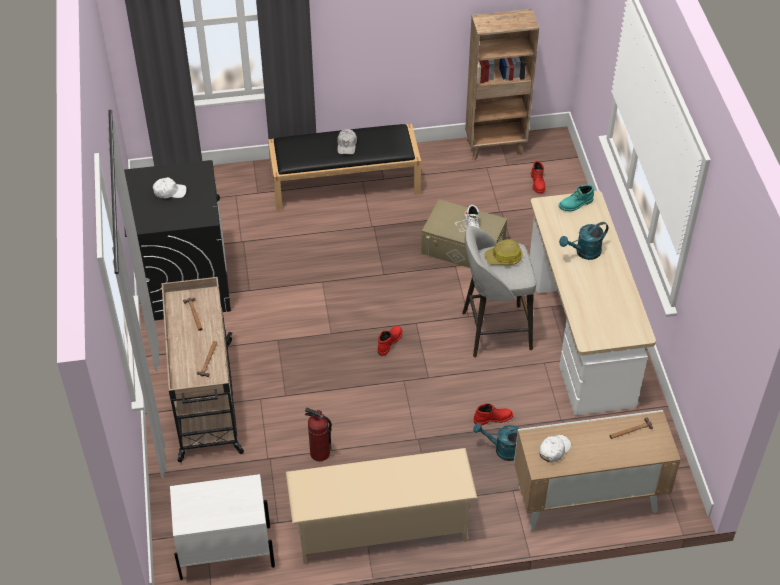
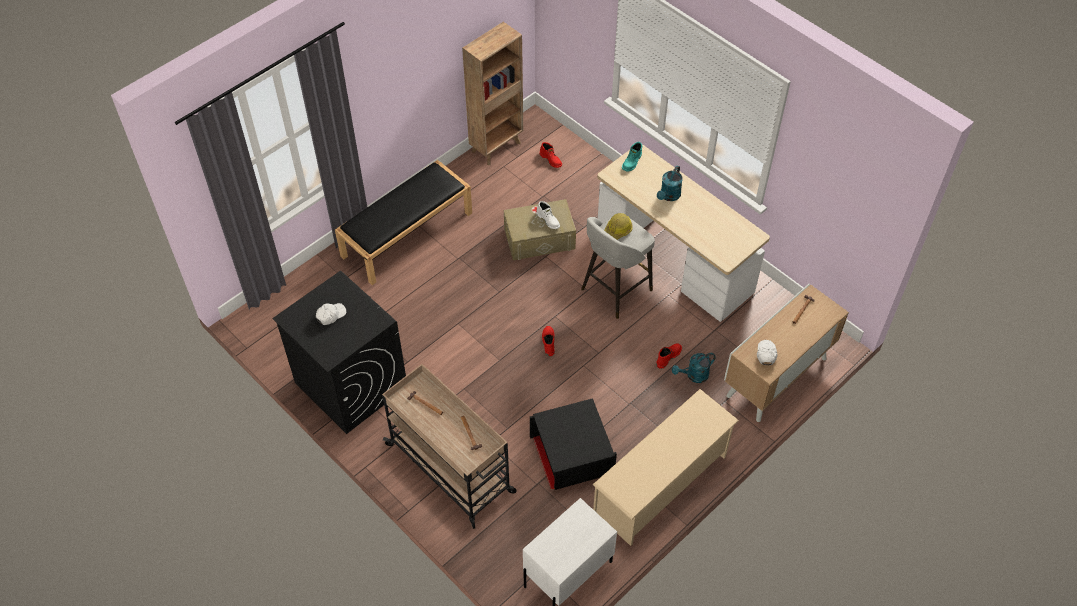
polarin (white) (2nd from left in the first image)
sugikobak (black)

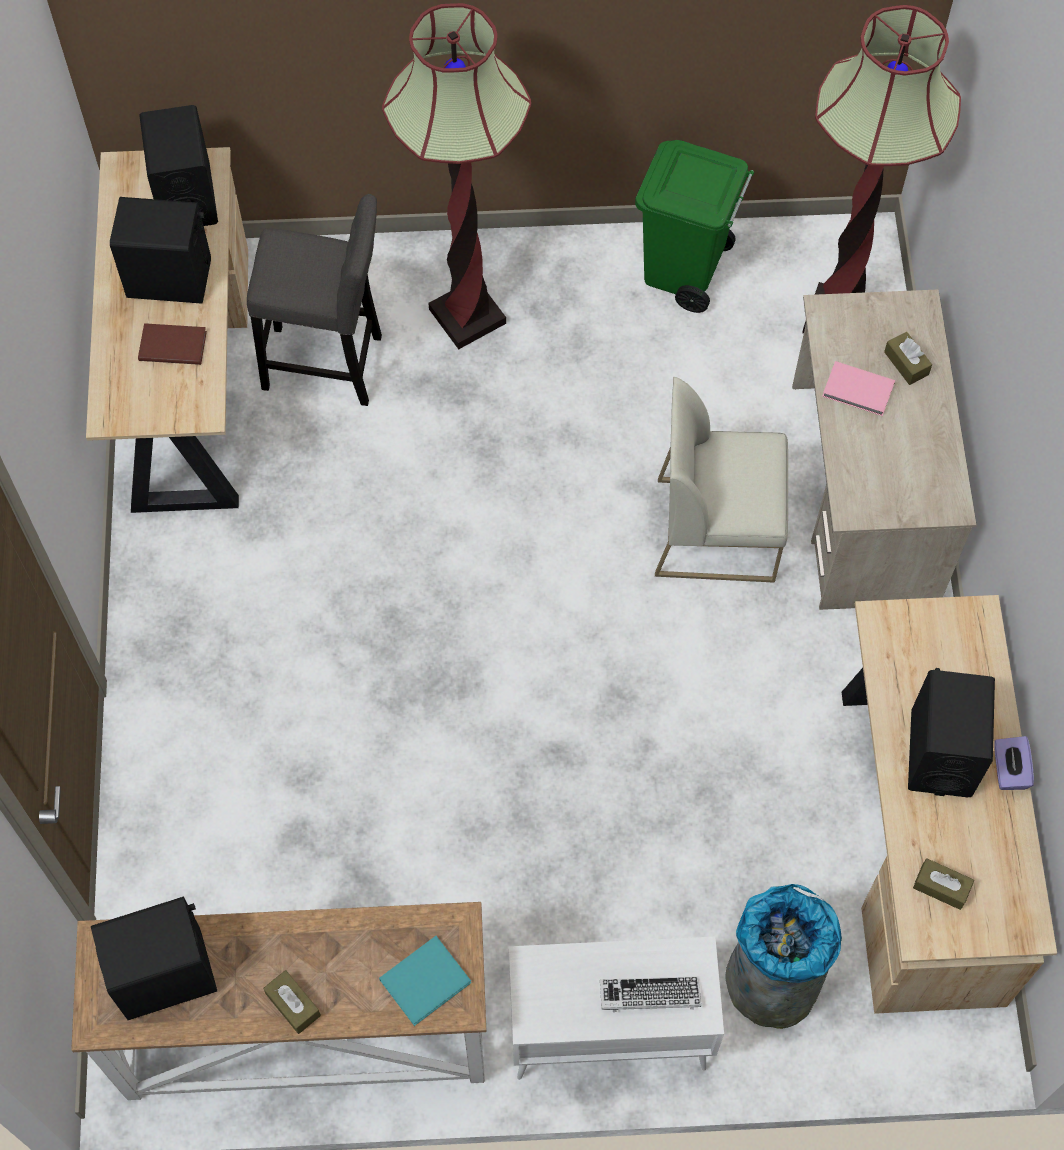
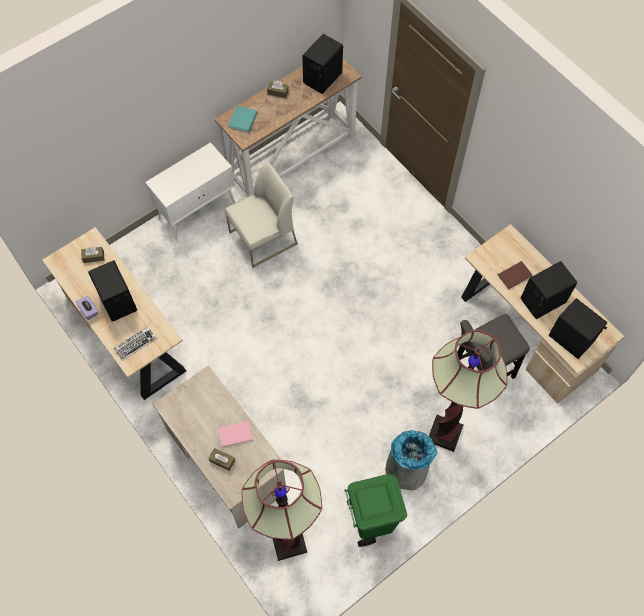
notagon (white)
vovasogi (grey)
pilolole

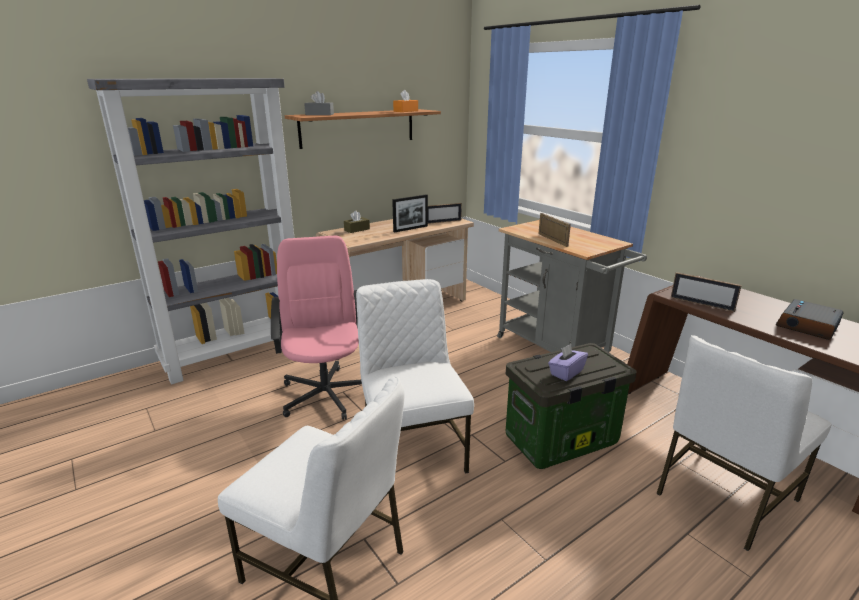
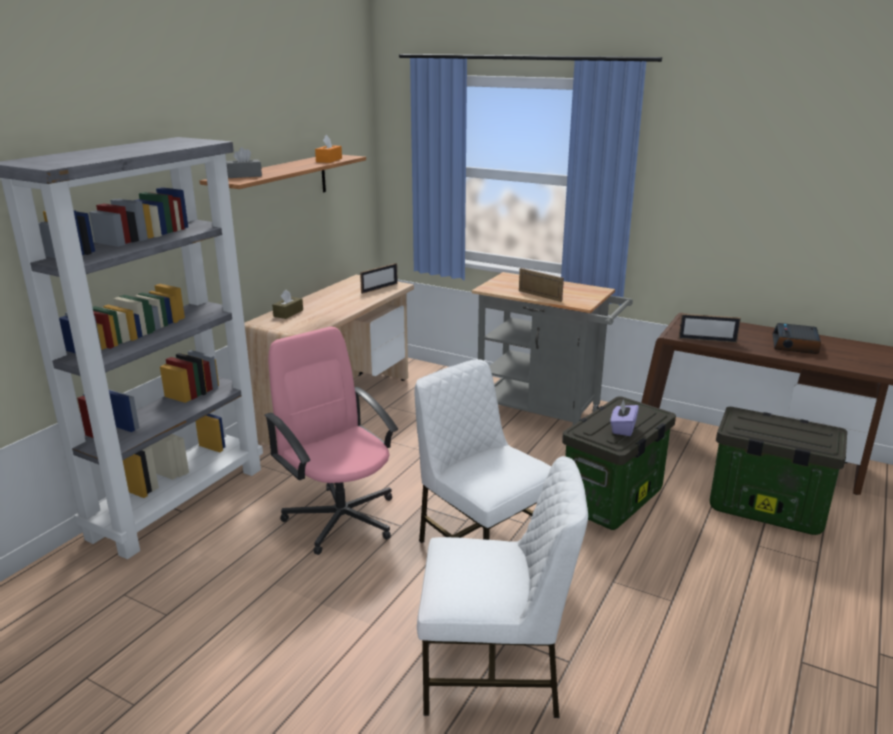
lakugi (1st from left in the first image)
sugikobak (2nd from left)

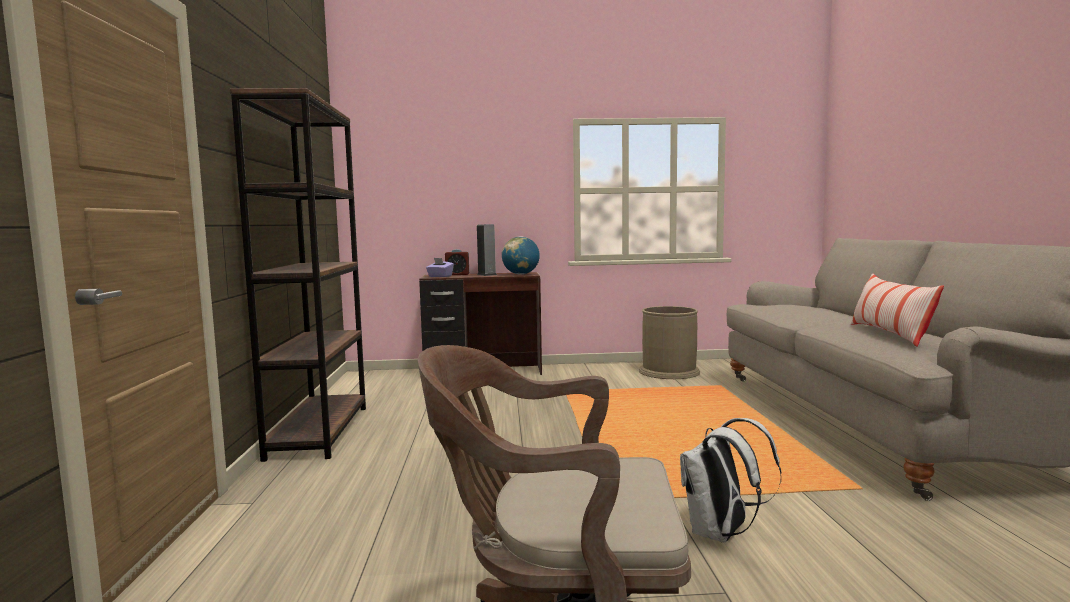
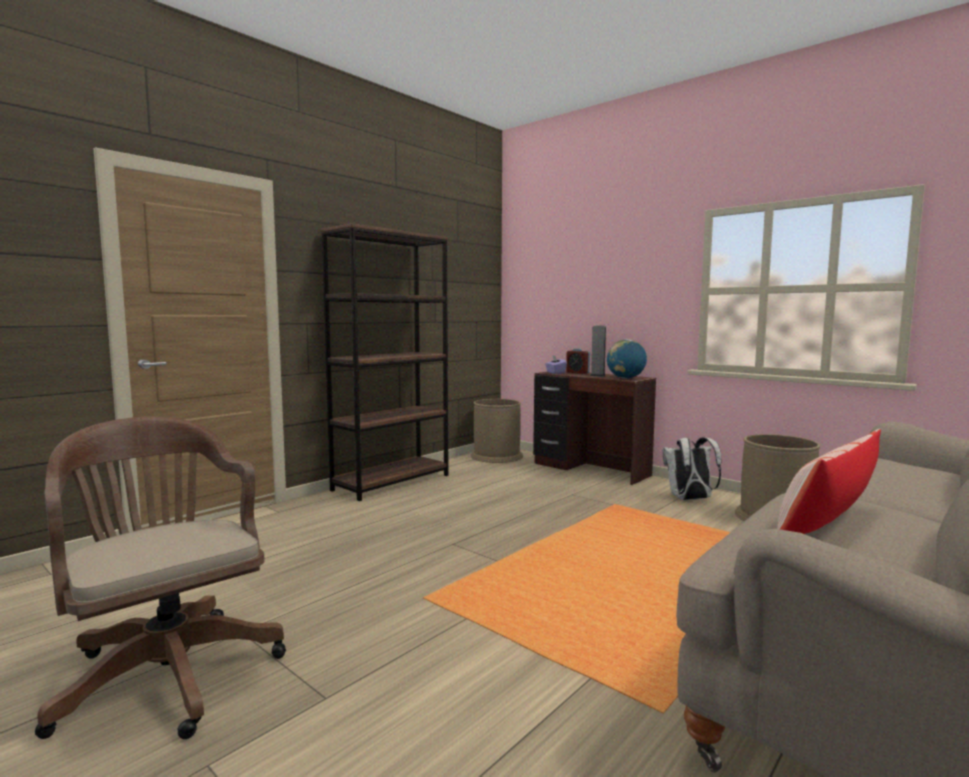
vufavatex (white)
vovasogi (brown) (1st from left)

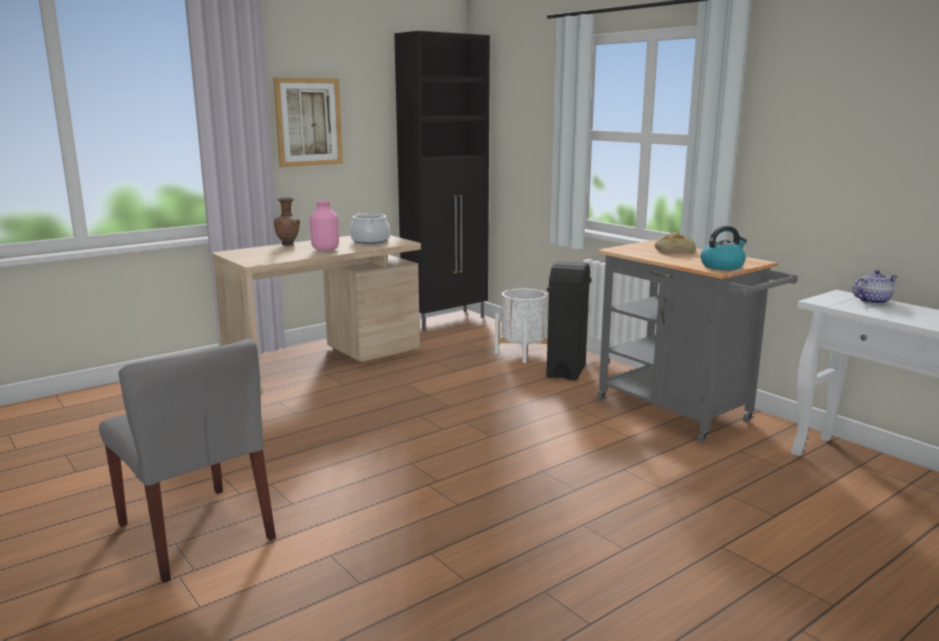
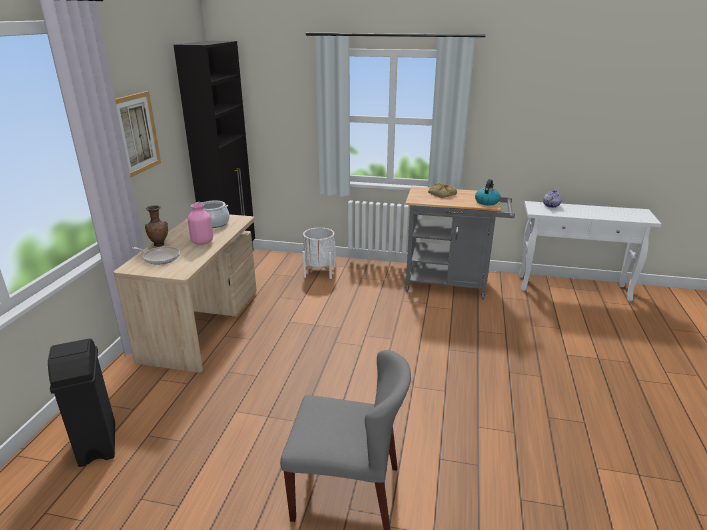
vovasogi (black)
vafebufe

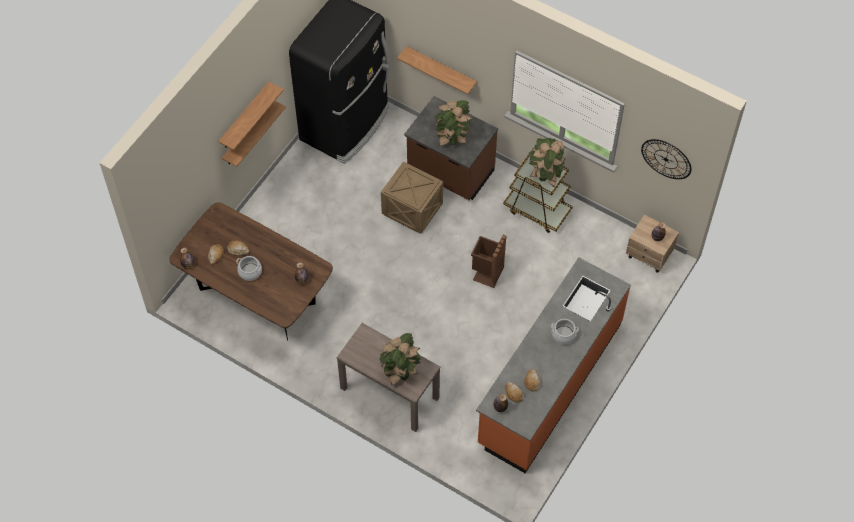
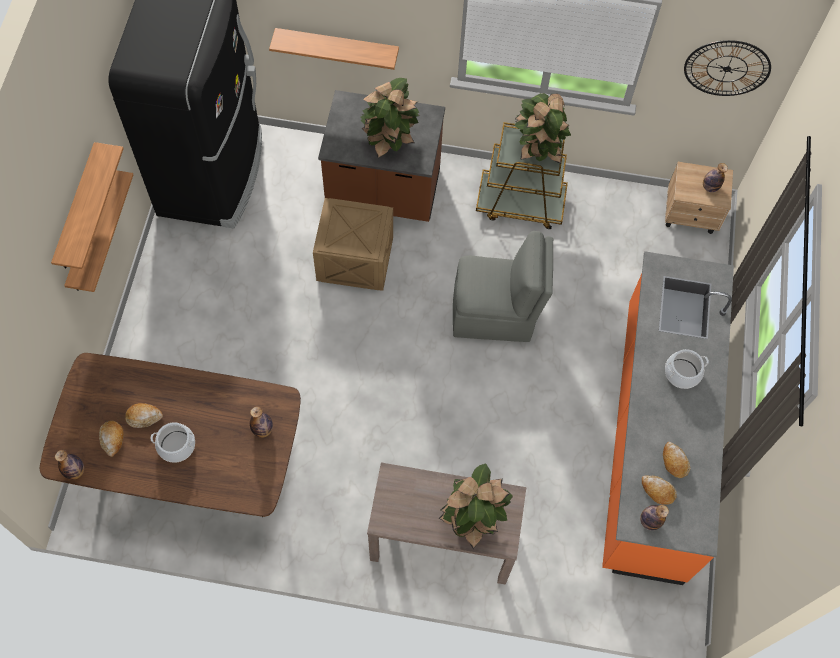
notagon (grey)

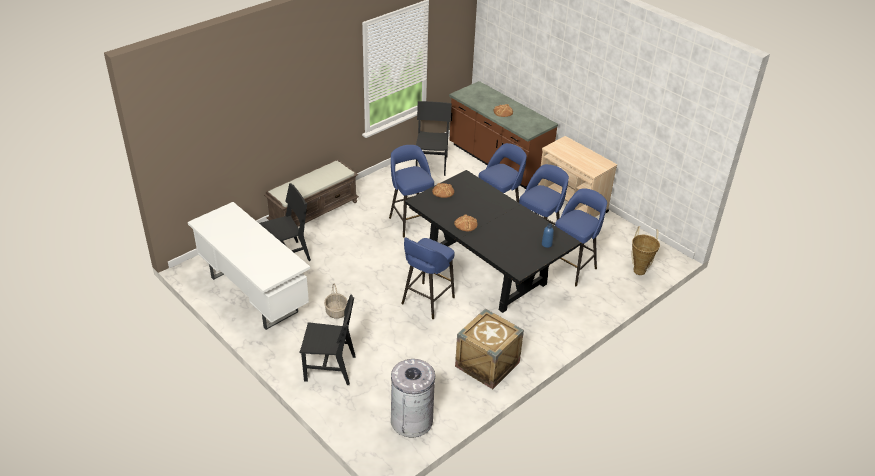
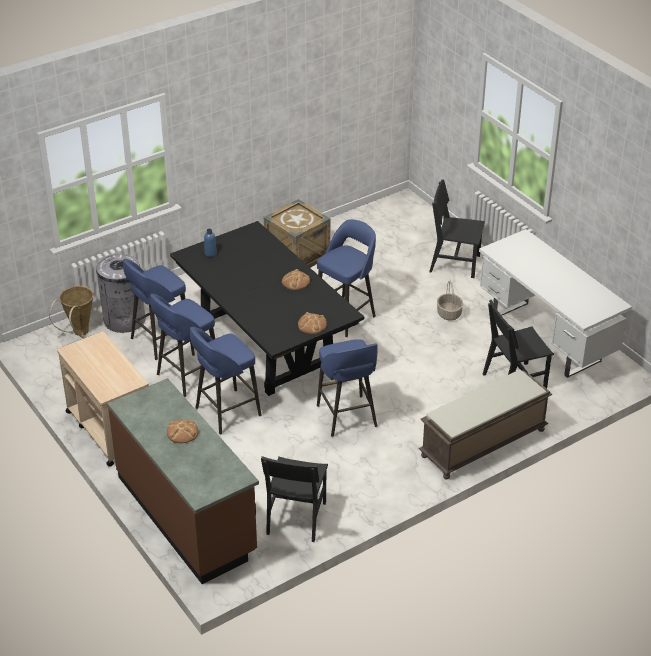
vovasogi (grey)

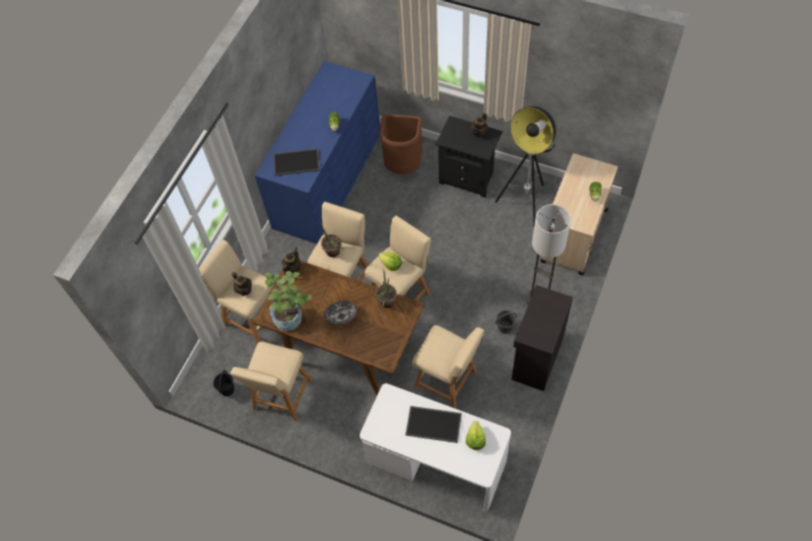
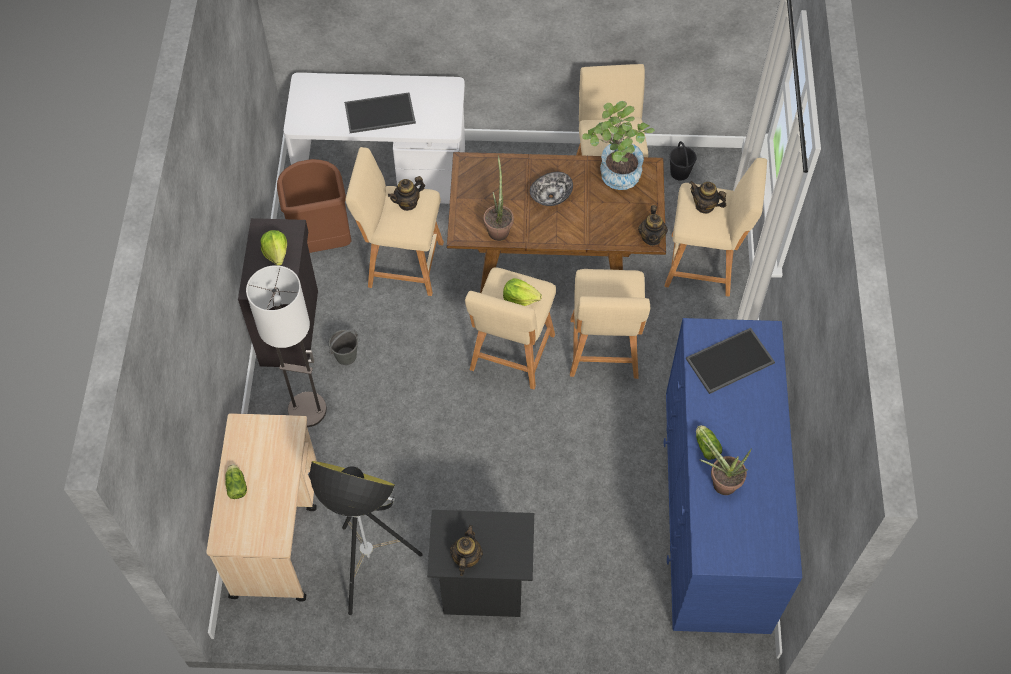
vovasogi (brown)
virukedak (3rd from left)
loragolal (2nd from left)
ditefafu (1st from left)

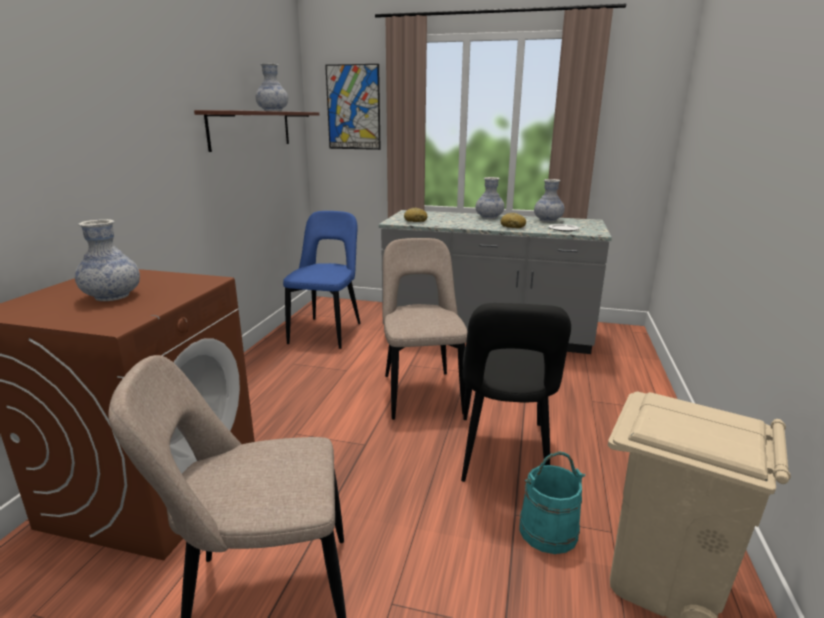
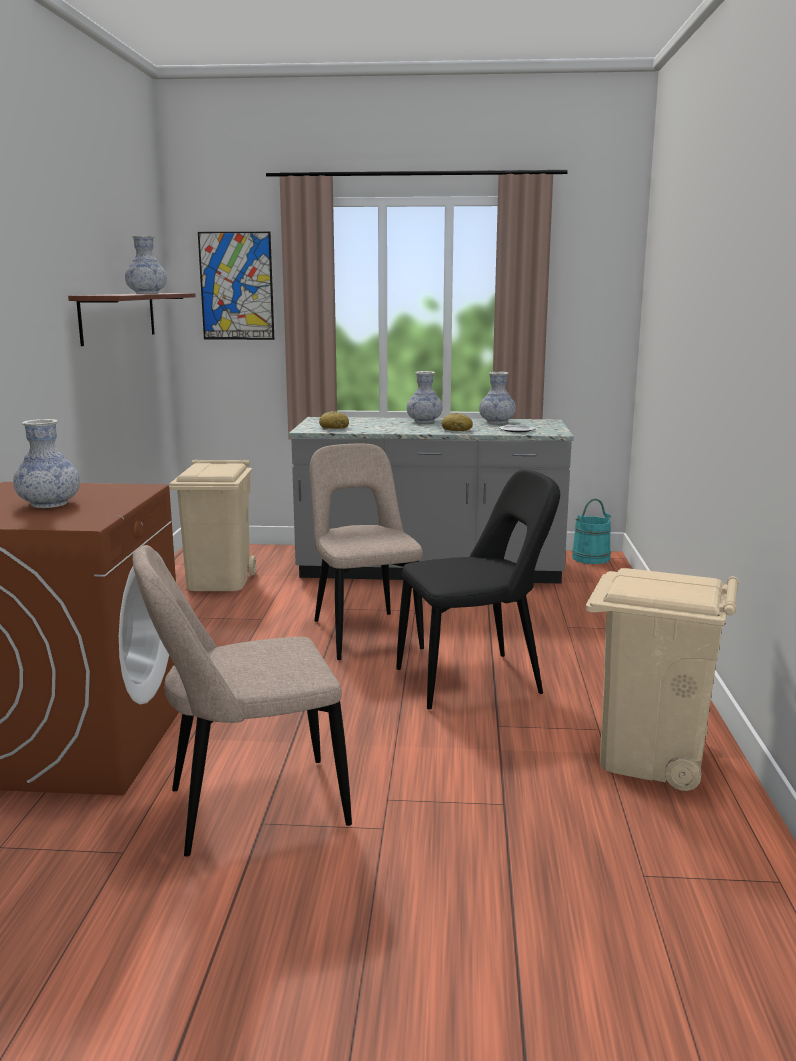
vovasogi (beige) (1st from left)
notagon (black)
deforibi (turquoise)

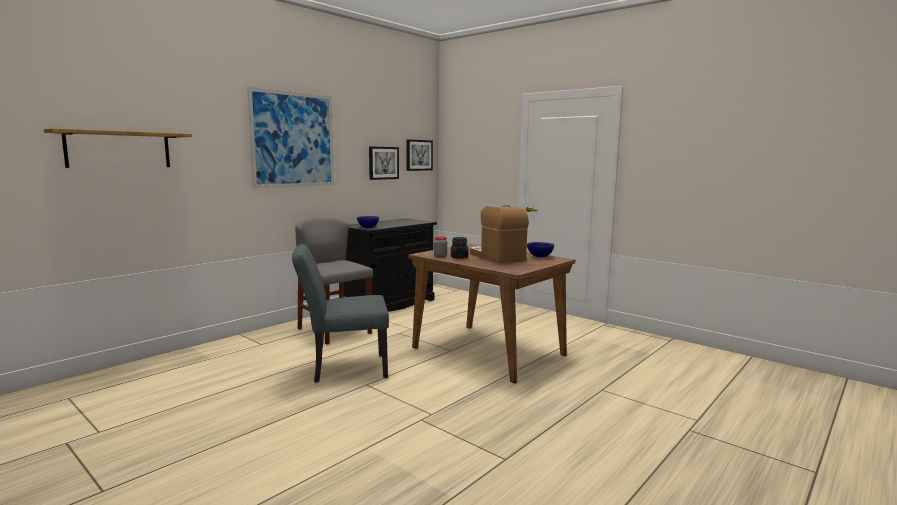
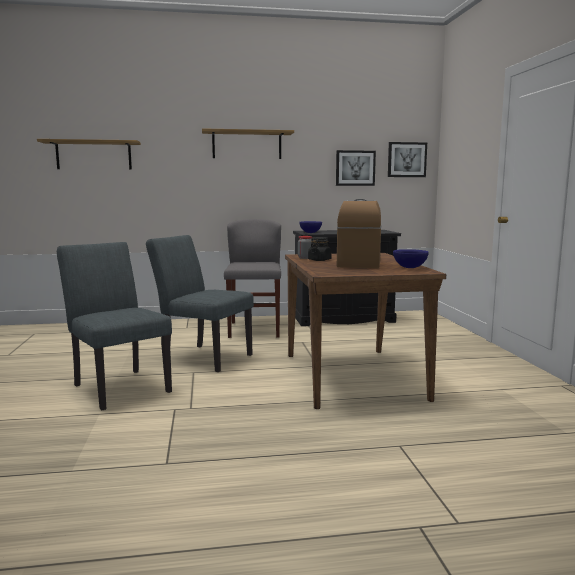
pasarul (2nd from left)
notagon (grey) (1st from left)

